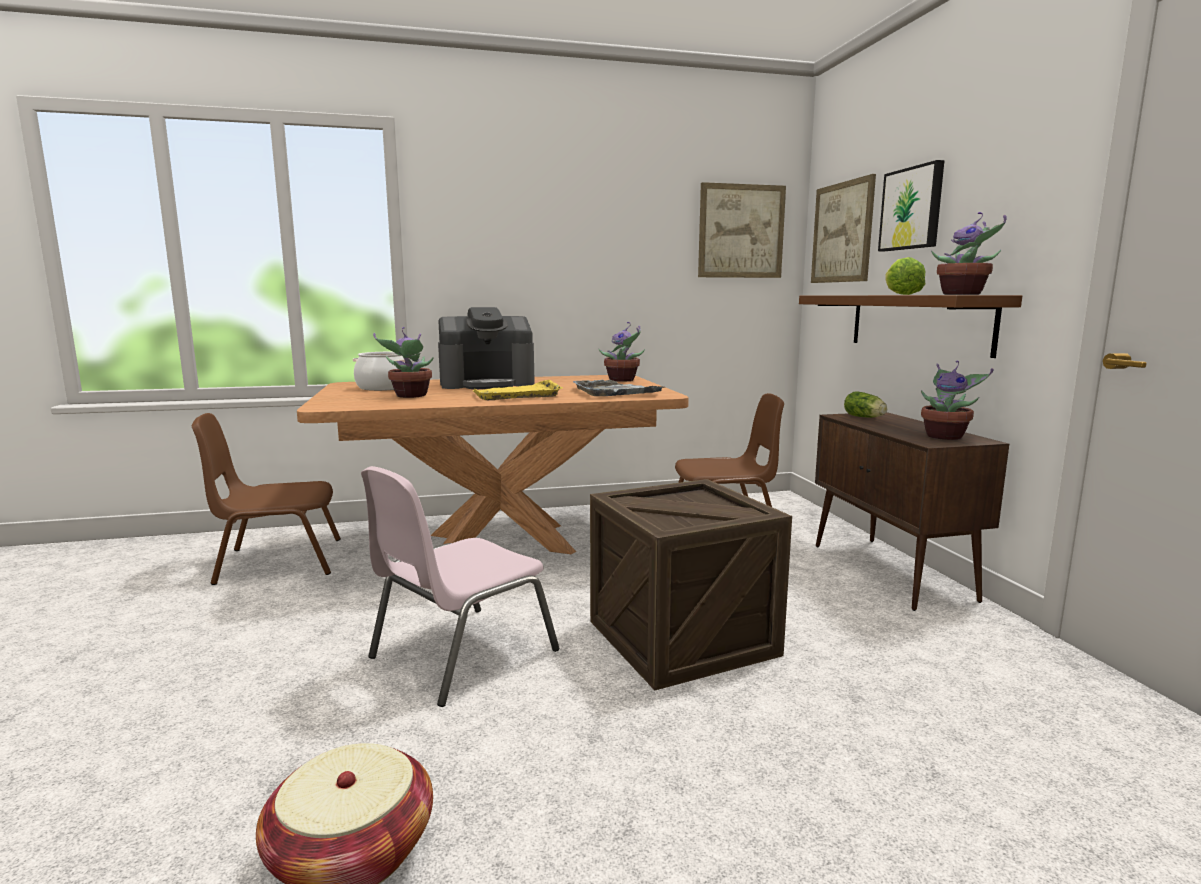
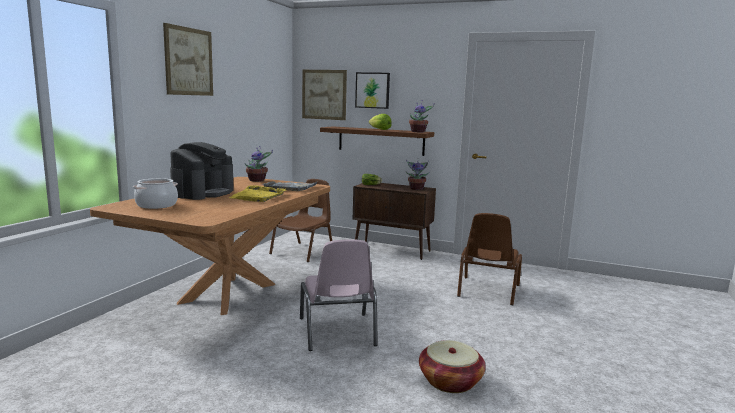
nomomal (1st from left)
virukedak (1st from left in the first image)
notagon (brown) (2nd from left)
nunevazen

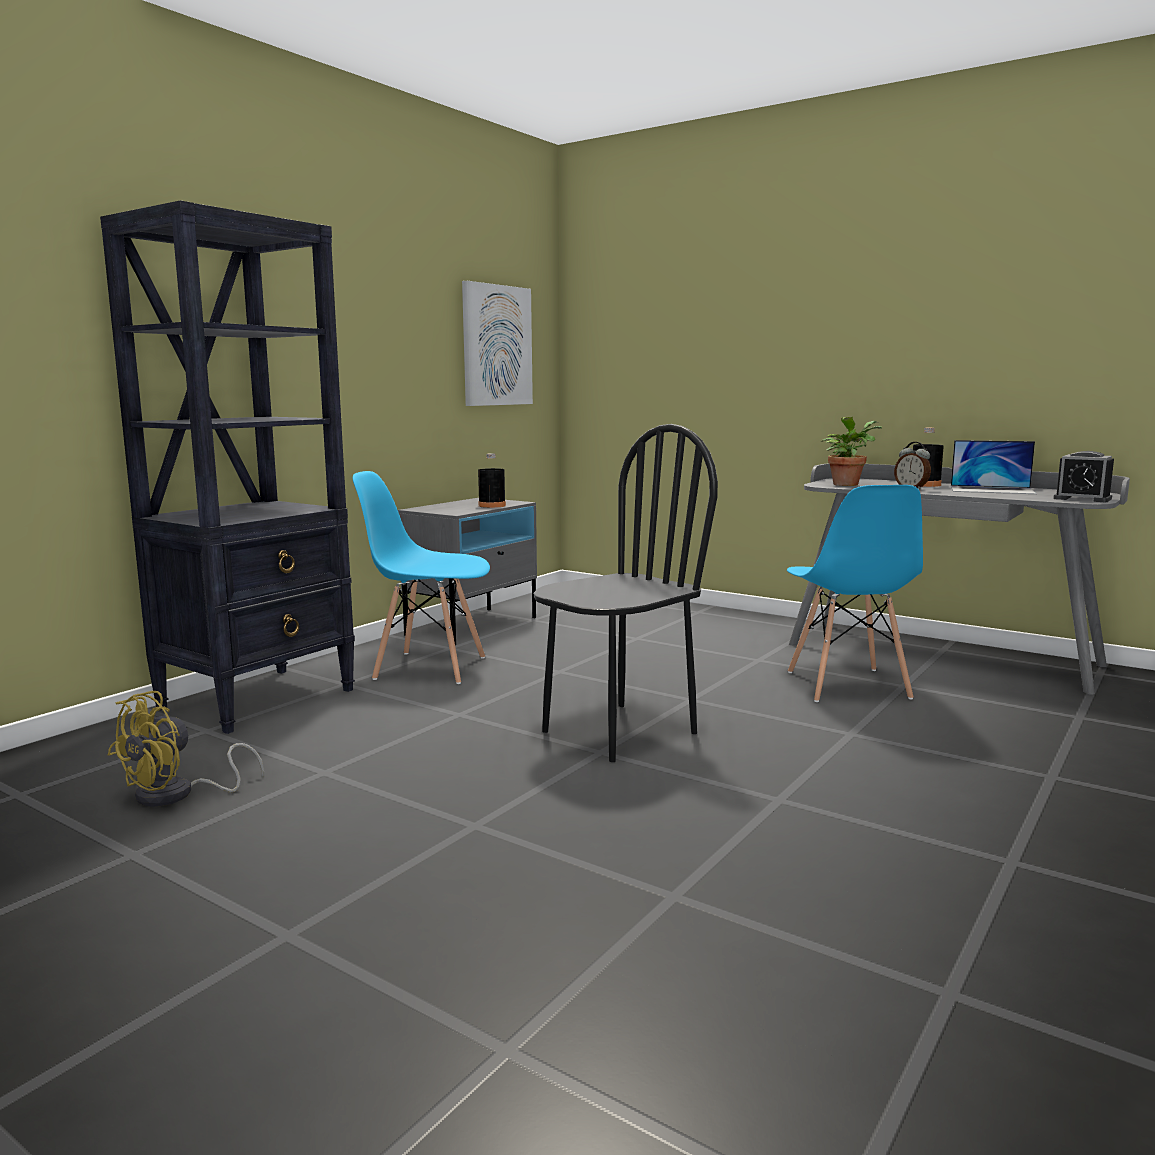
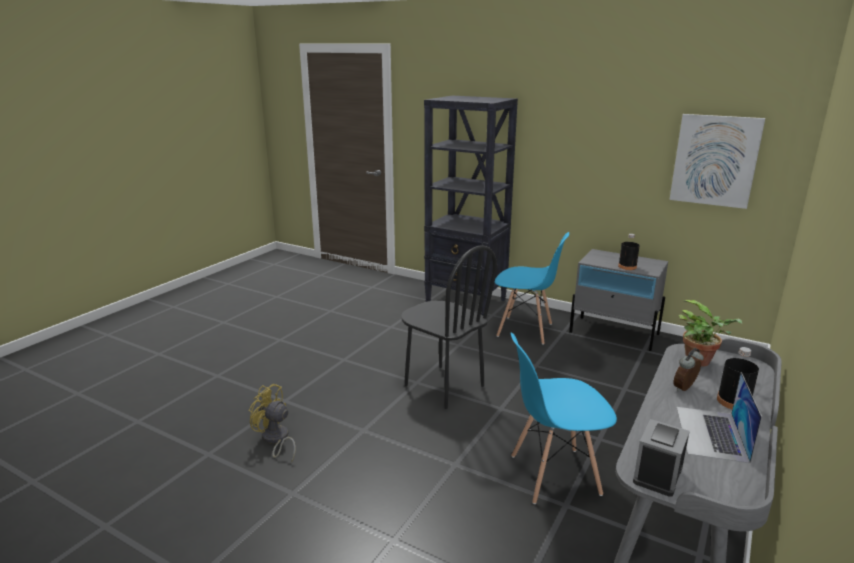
notagon (blue) (1st from left)
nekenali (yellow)

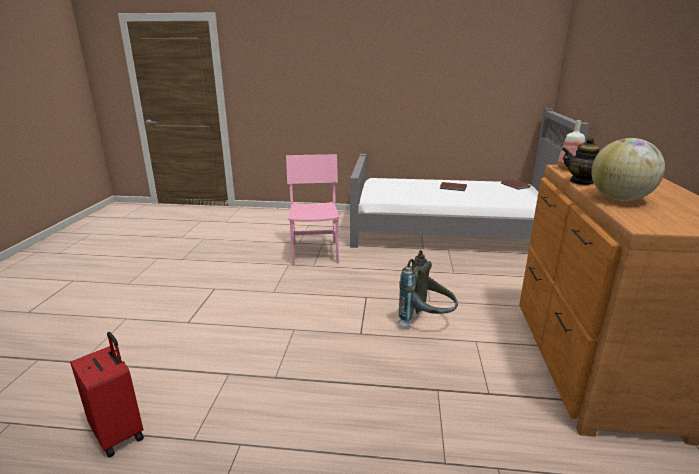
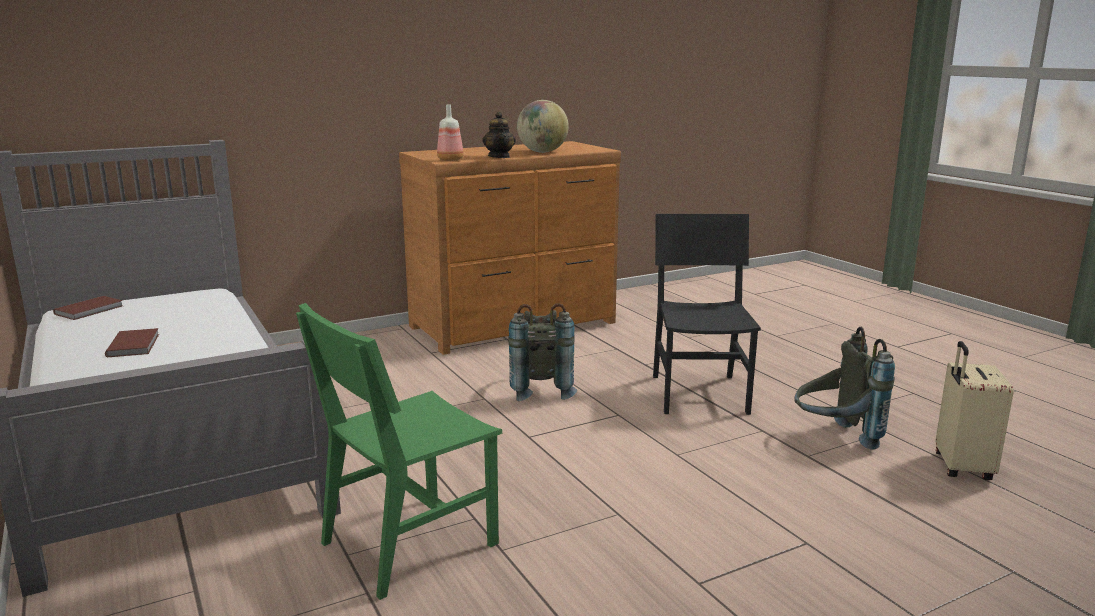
notagon (green)
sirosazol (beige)
notagon (black)
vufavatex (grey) (2nd from left)

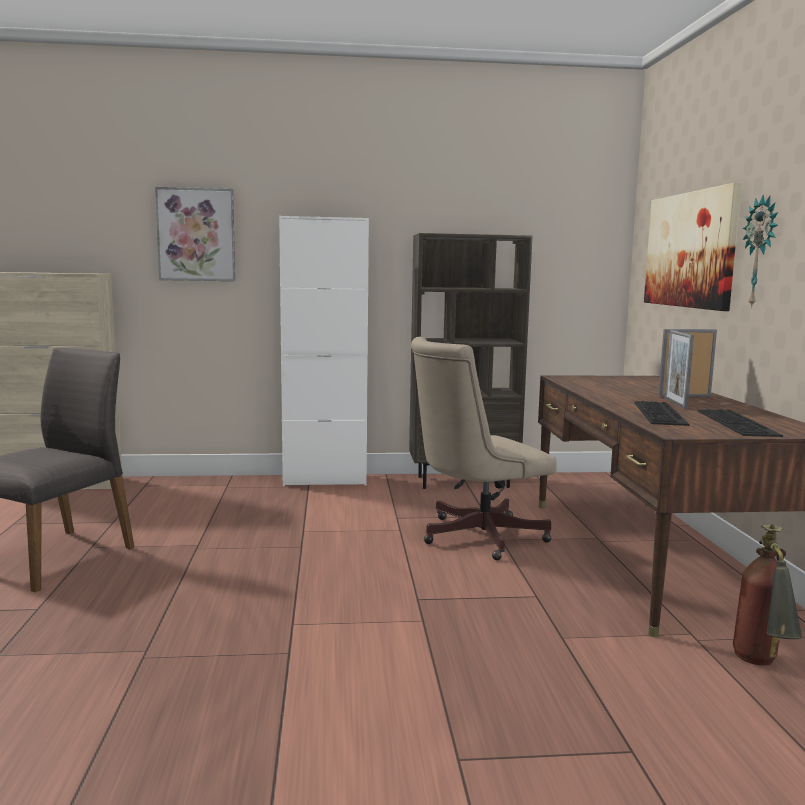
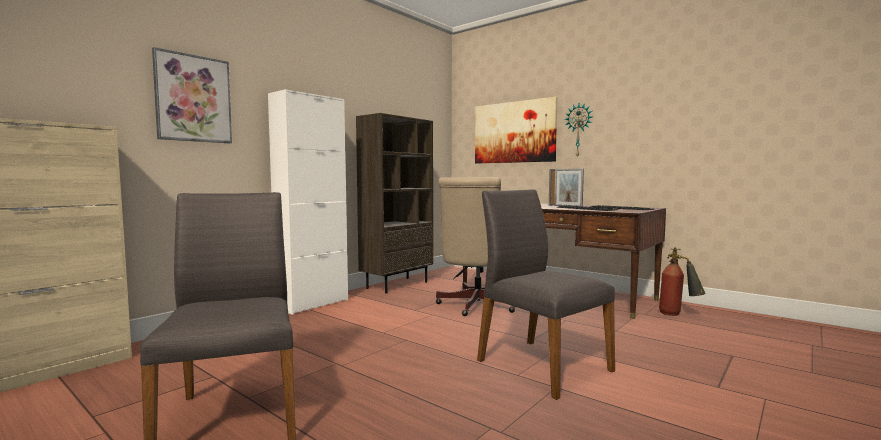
notagon (grey) (2nd from left)

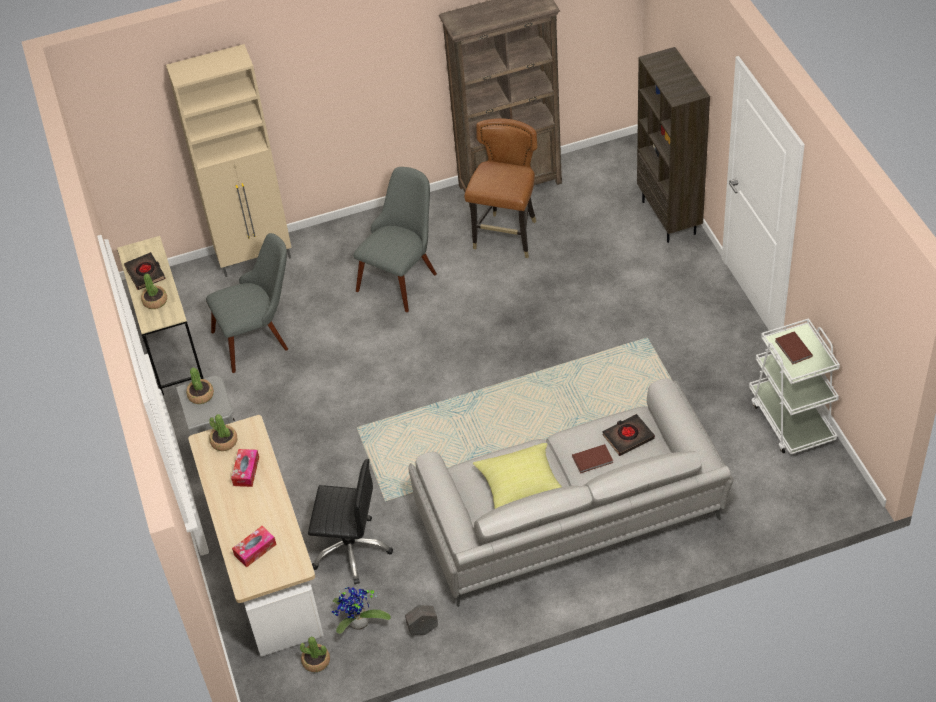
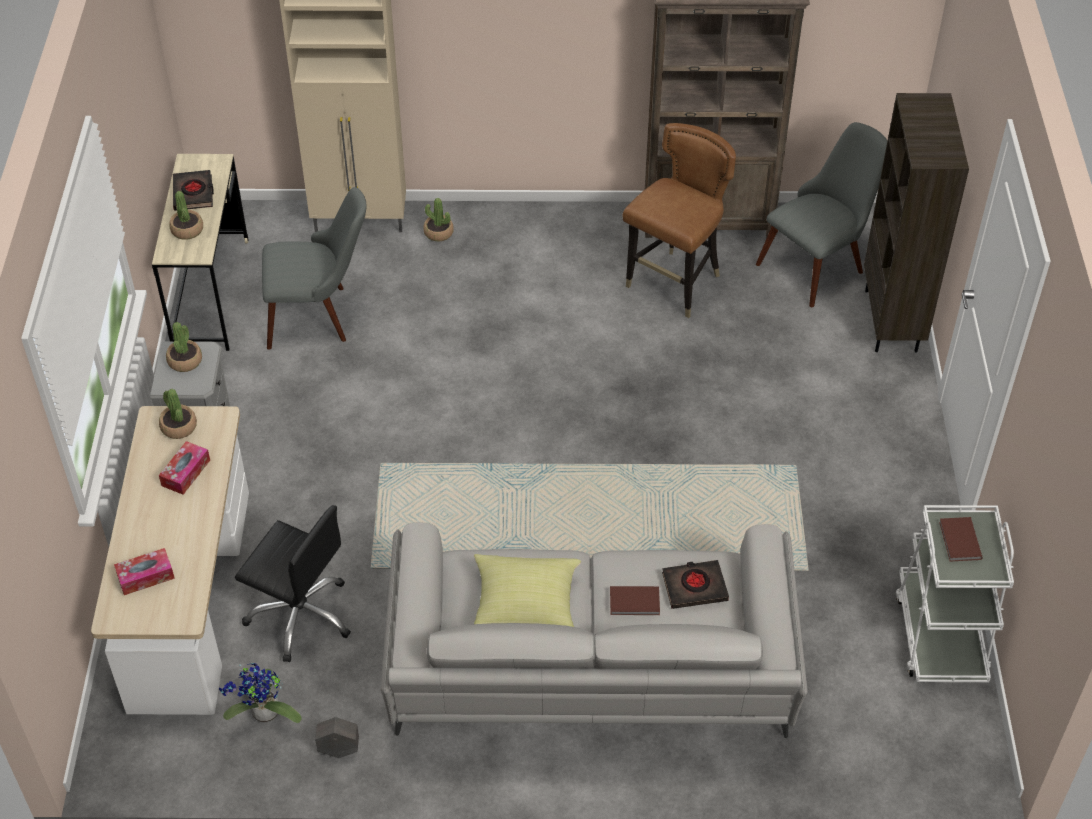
notagon (grey) (2nd from left)
virukedak (5th from left)

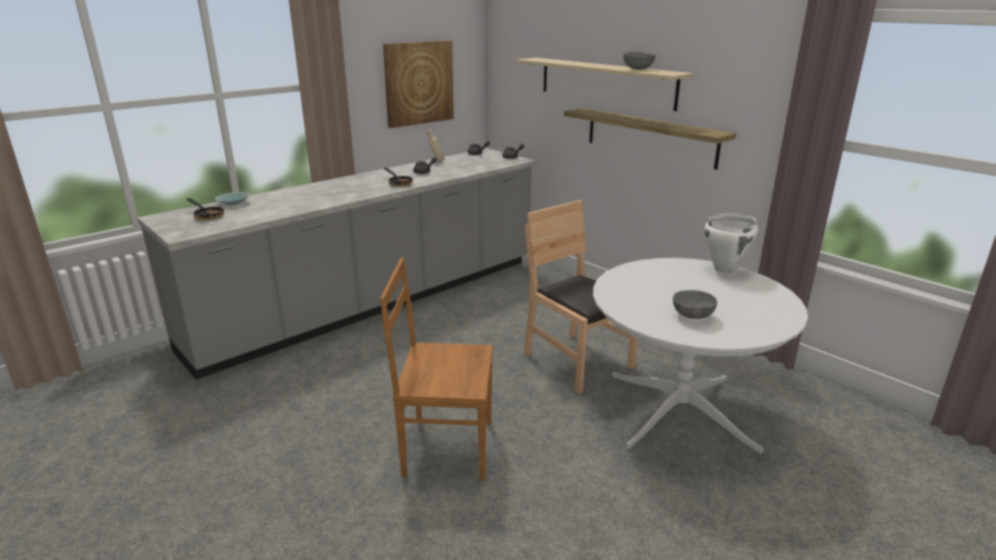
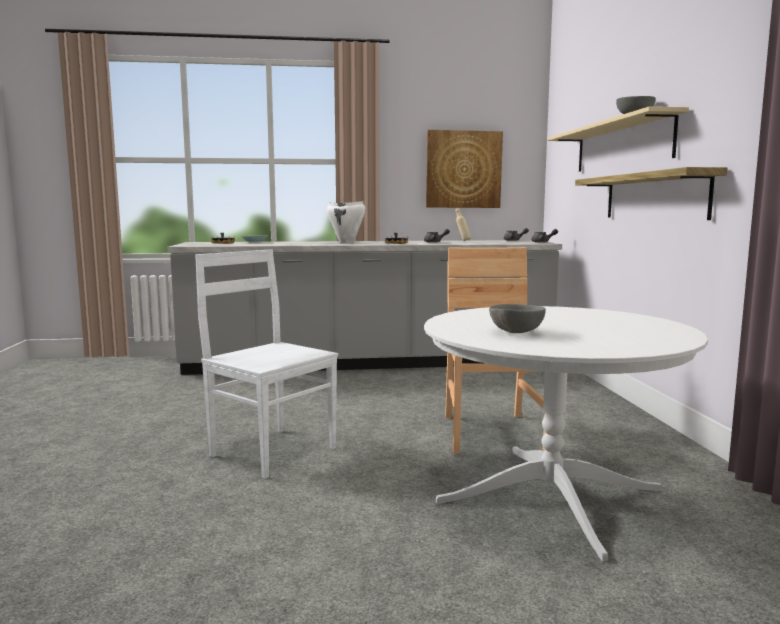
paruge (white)
notagon (white)

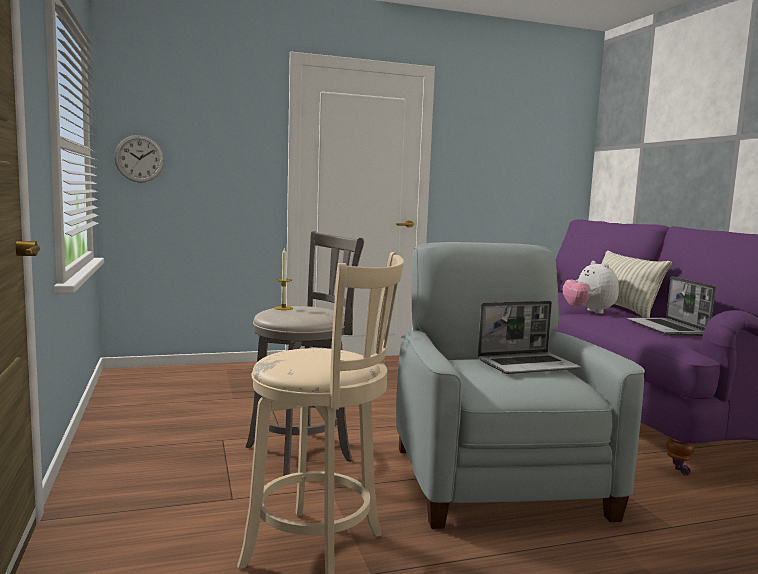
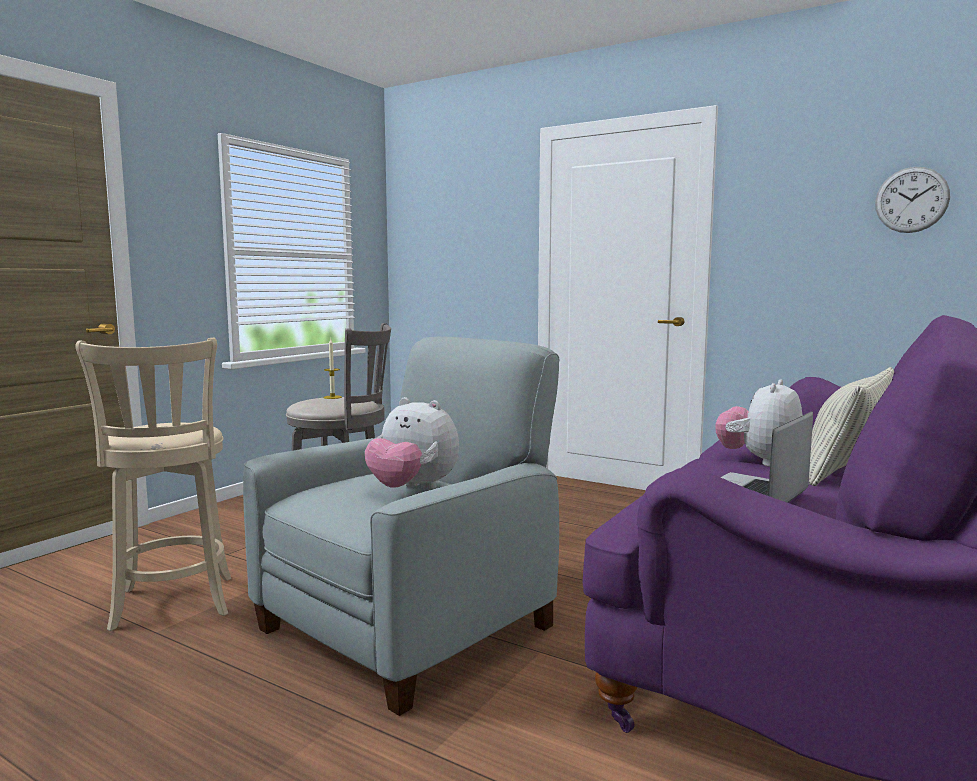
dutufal
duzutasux (1st from left)

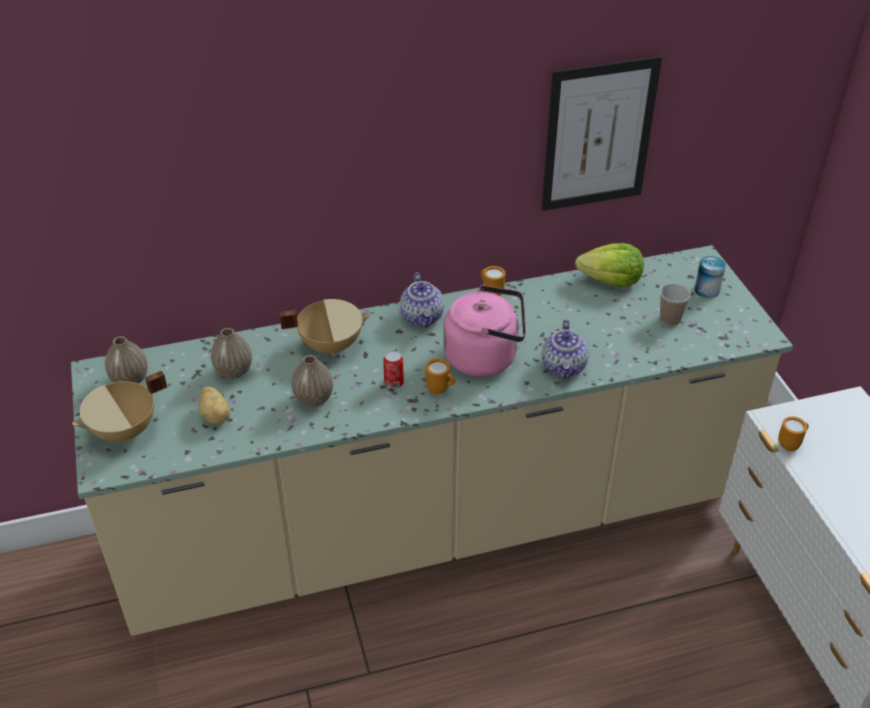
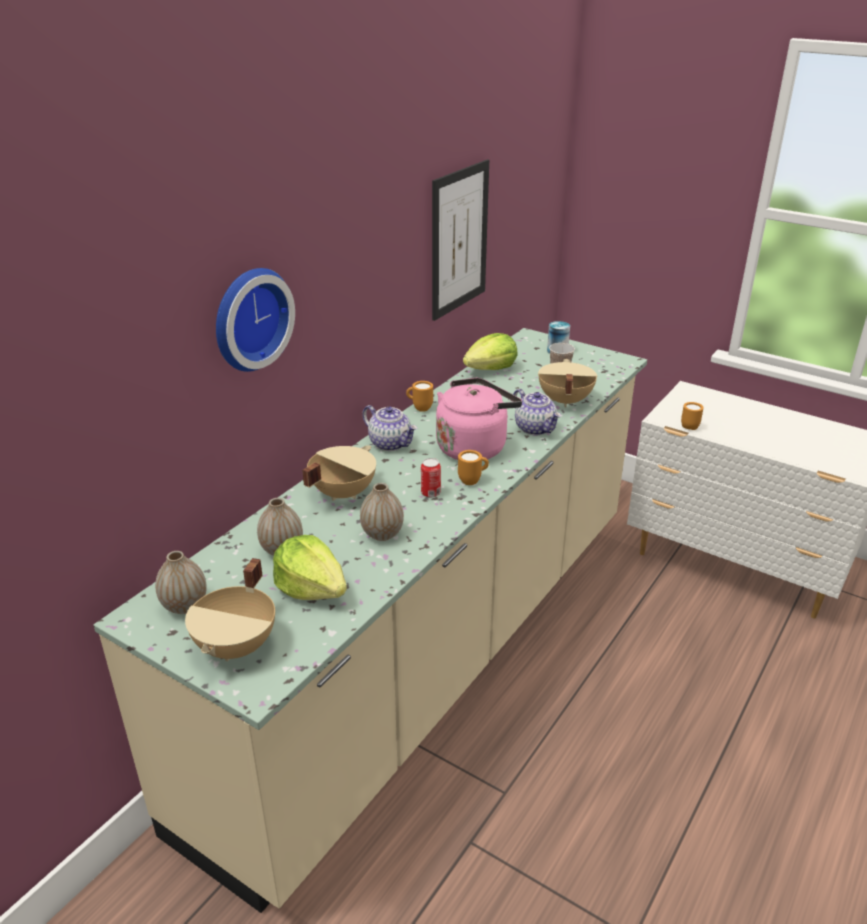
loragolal (1st from left)
dutufal
paruge (beige) (3rd from left)

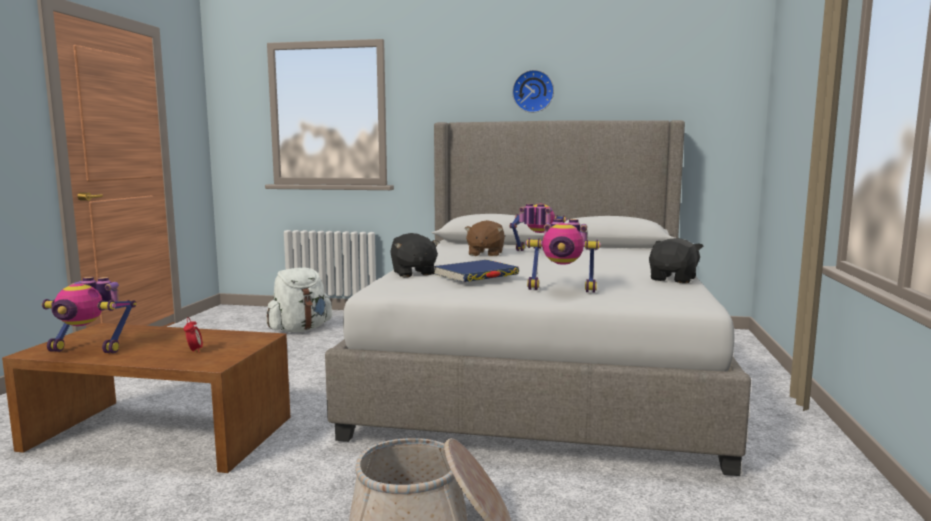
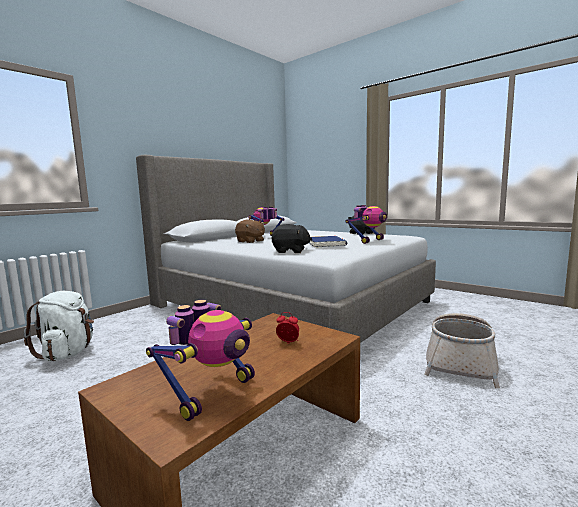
dutufal

